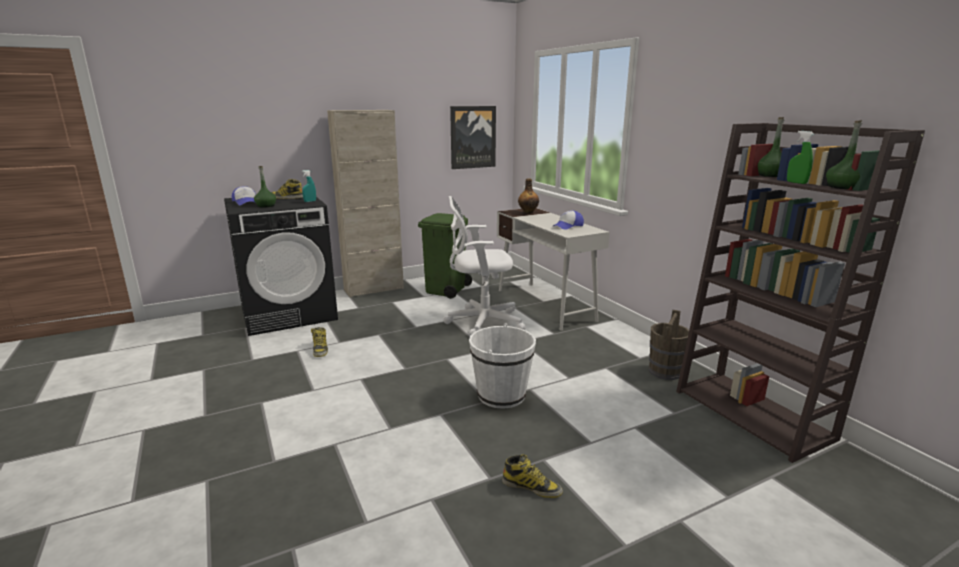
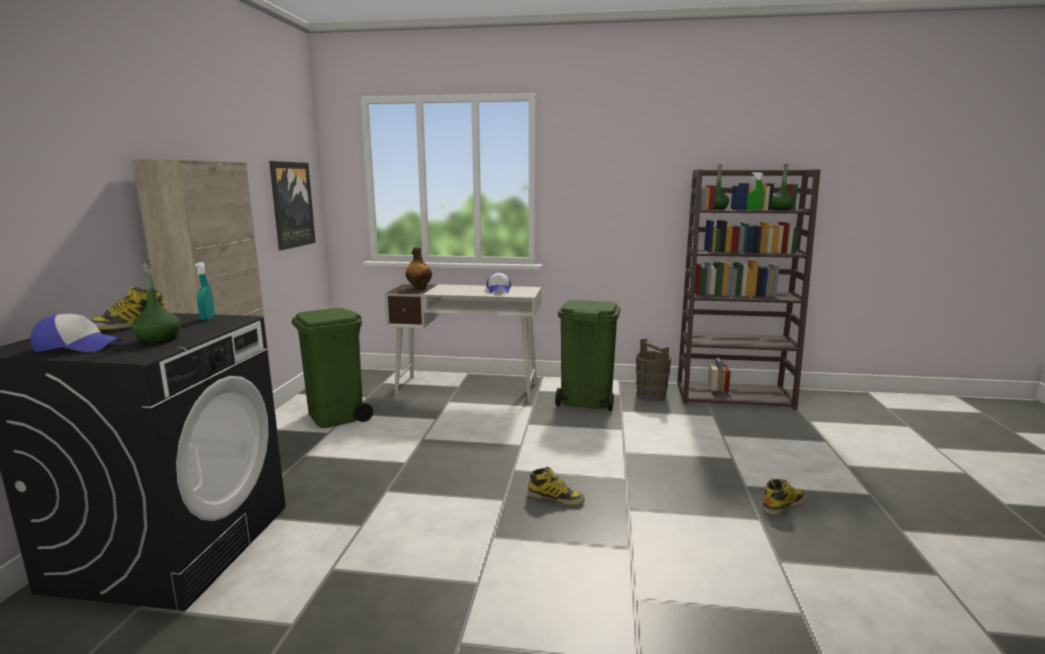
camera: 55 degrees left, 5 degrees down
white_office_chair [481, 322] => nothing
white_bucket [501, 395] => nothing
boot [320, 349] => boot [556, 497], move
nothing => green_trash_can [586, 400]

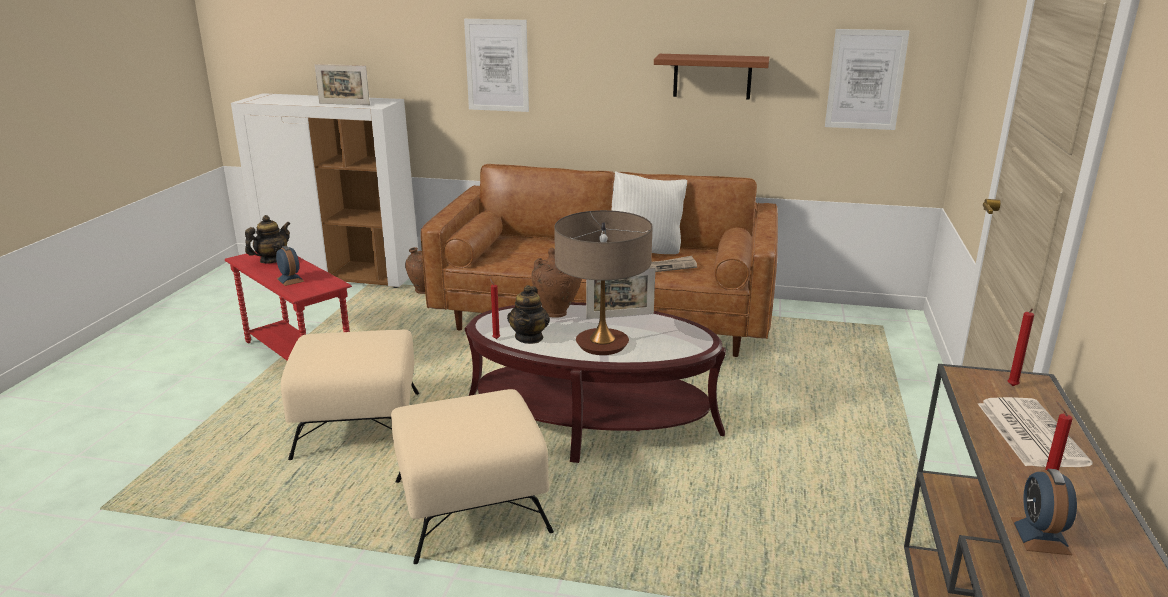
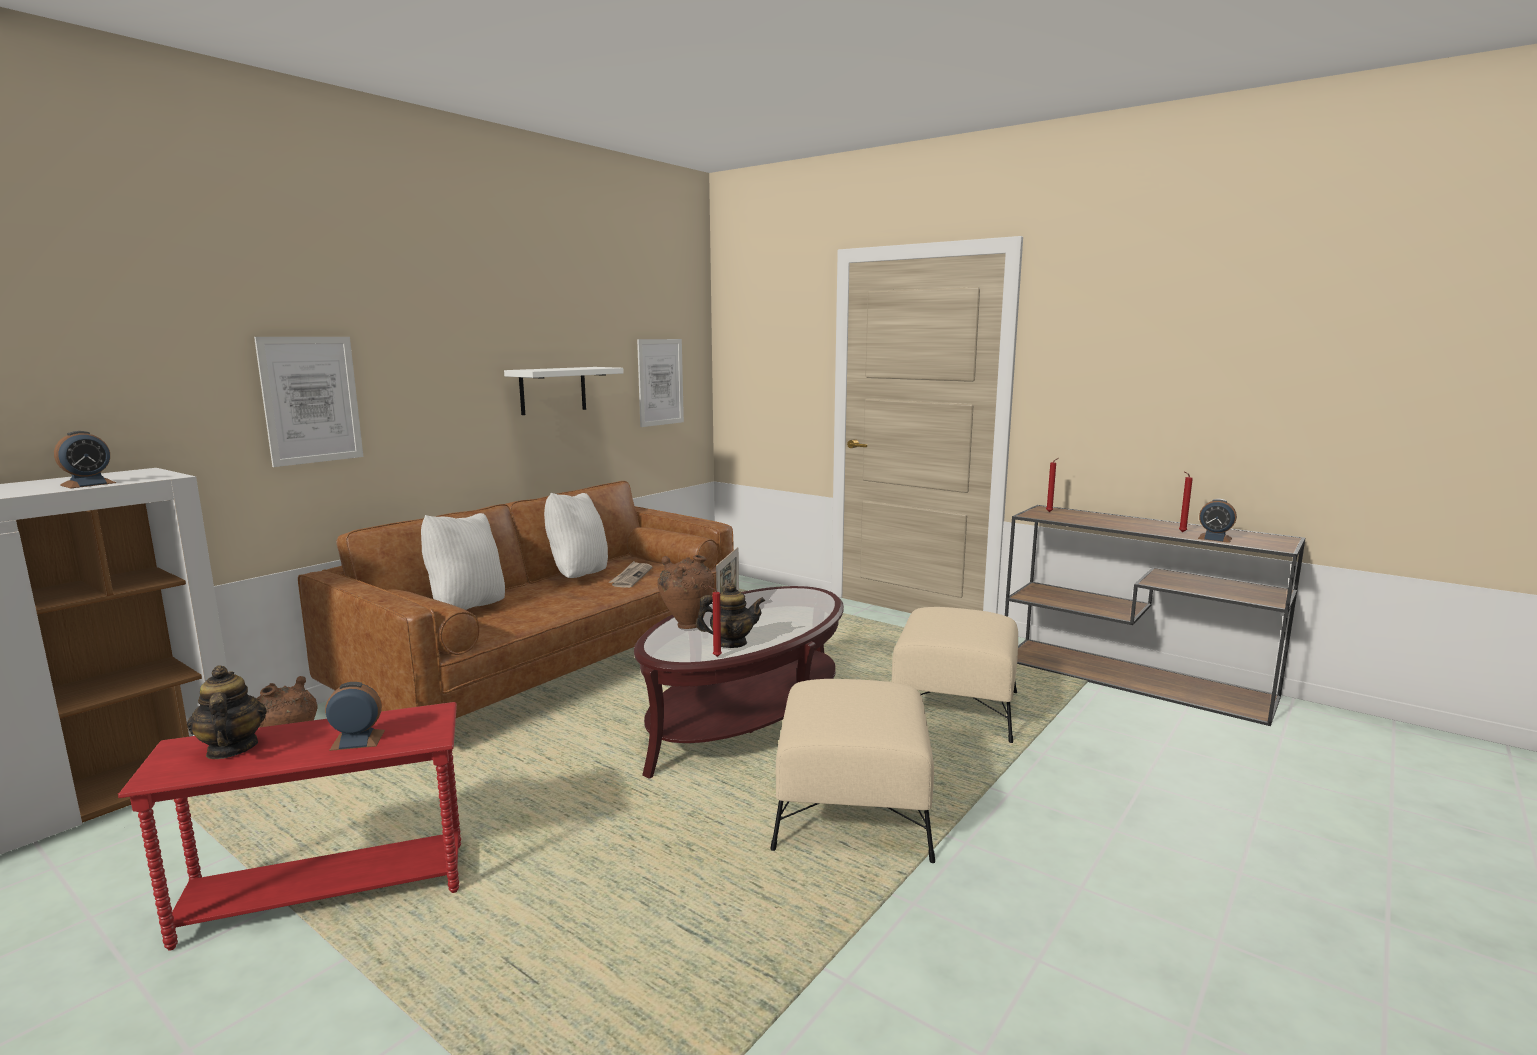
camera: 65 degrees left, 10 degrees down
brown_shelf [712, 76] => white_shelf [553, 390]
picture_frame [344, 104] => alarm_clock [88, 484]
table_lamp [602, 345] => nothing
teapot [529, 337] => teapot [731, 643], 45 degrees counterclockwise
beige_ottoman [357, 425] => beige_ottoman [953, 709], move
newspaper [1028, 432] => nothing
nothing => white_pillow [466, 608]

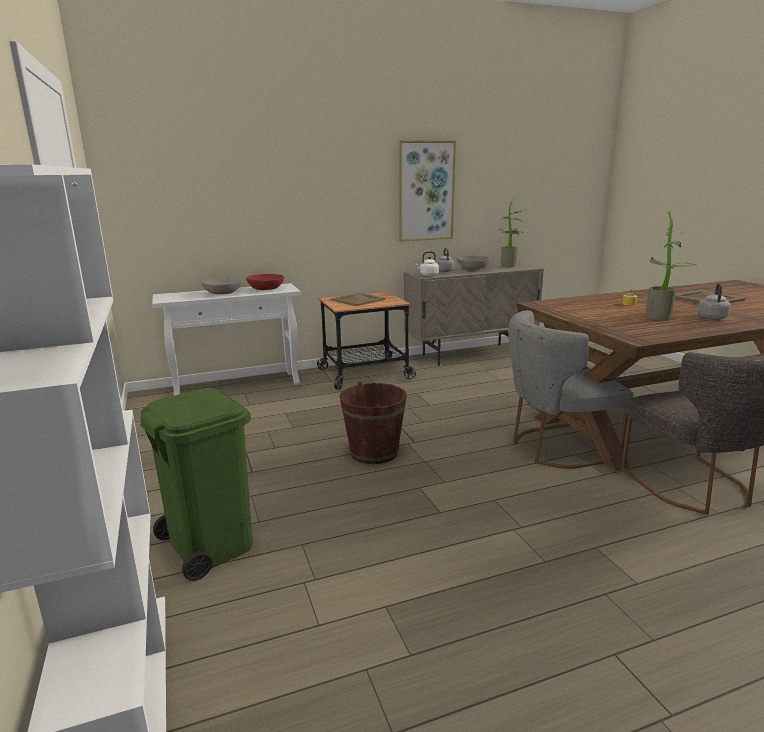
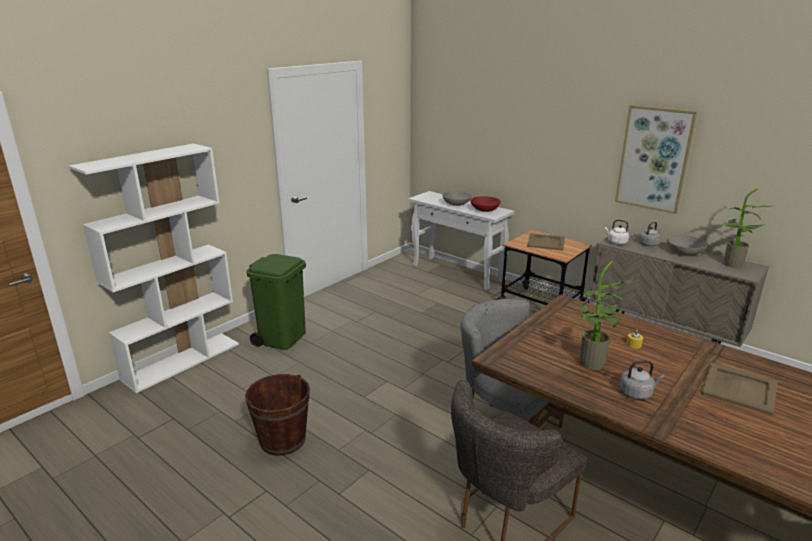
camera: 60 degrees right, 5 degrees up
brown_bucket [374, 452] => brown_bucket [283, 440], move

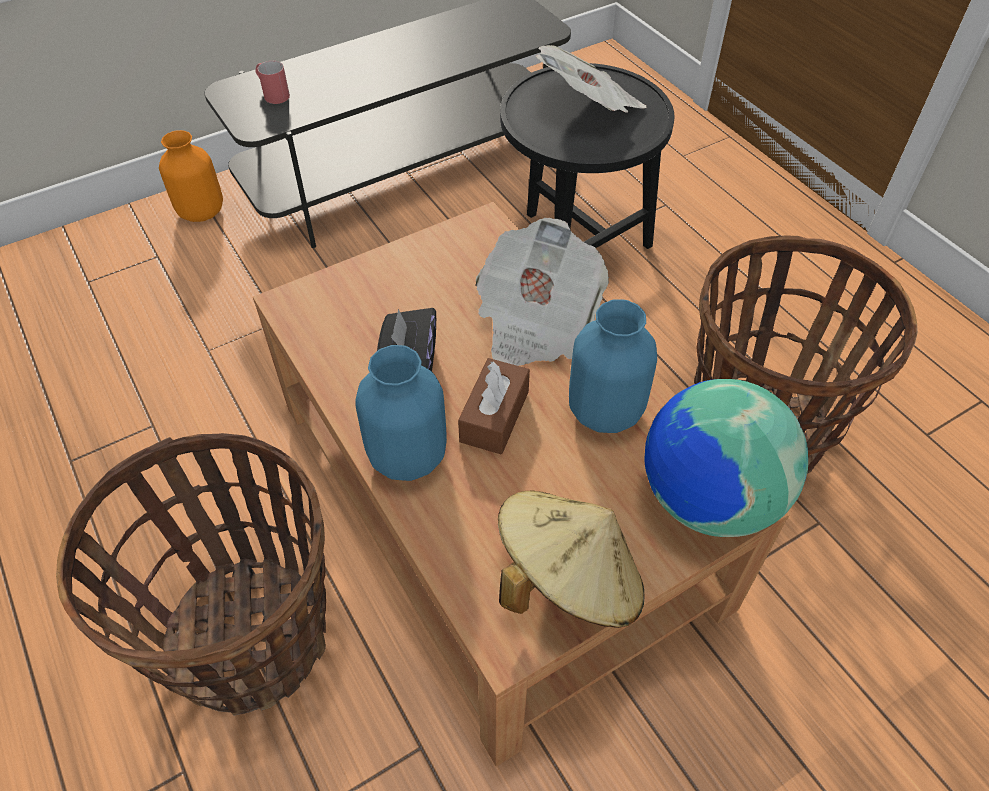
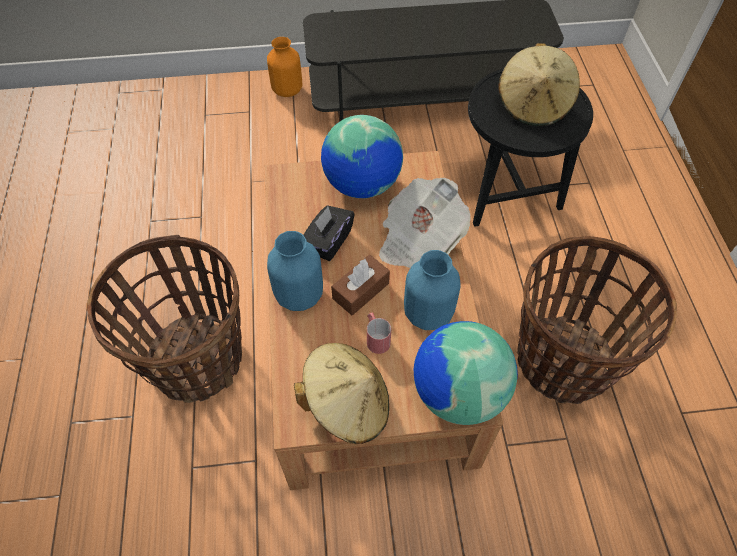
camera: 25 degrees right, 5 degrees up
newspaper [589, 107] => beige_hat [534, 105]
red_mug [273, 94] => red_mug [376, 337], move
nothing => globe [362, 185]

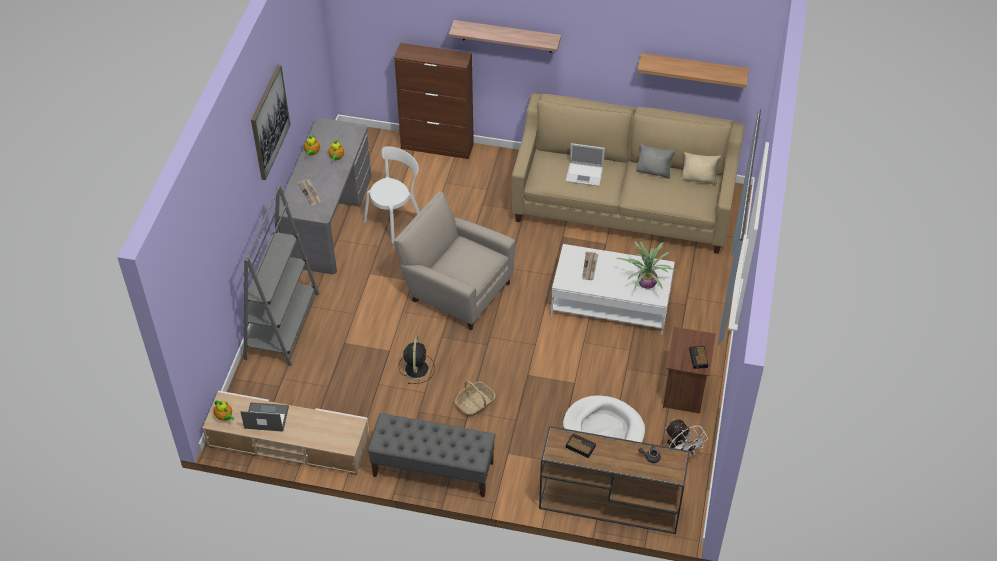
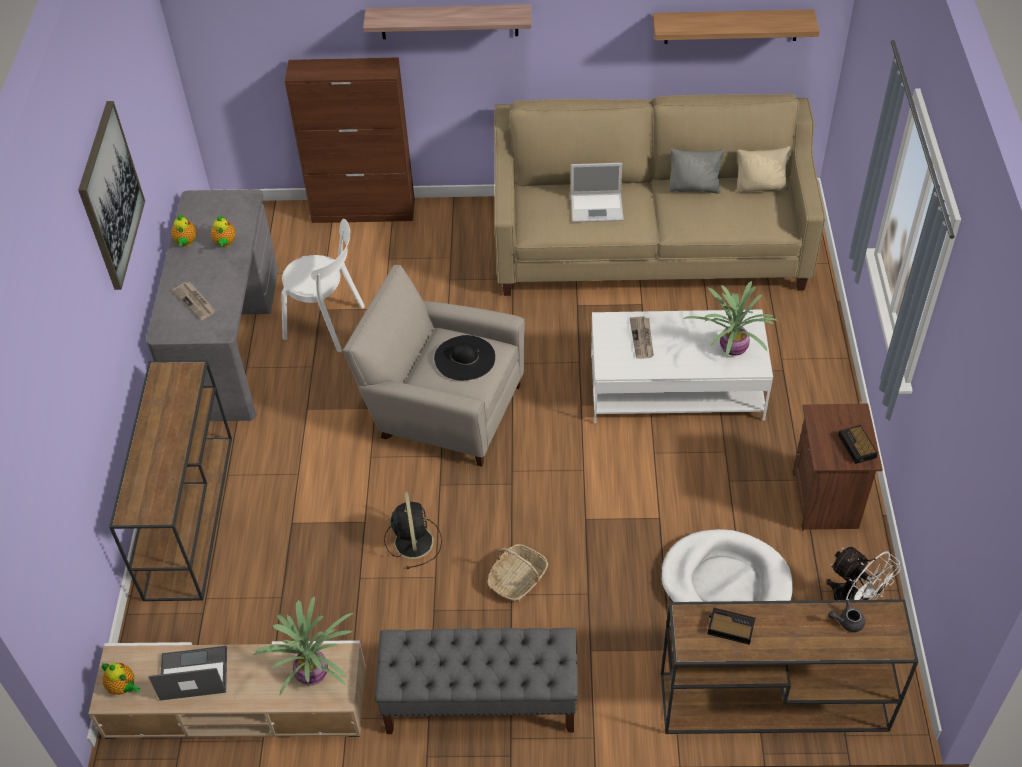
camera: 10 degrees left, 0 degrees up
white_chair [395, 219] => white_chair [328, 323], 75 degrees clockwise
grey_bookcase [282, 326] => brown_console_table [189, 514]
nothing => black_hat [464, 358]
nothing => potted_plant [314, 673]

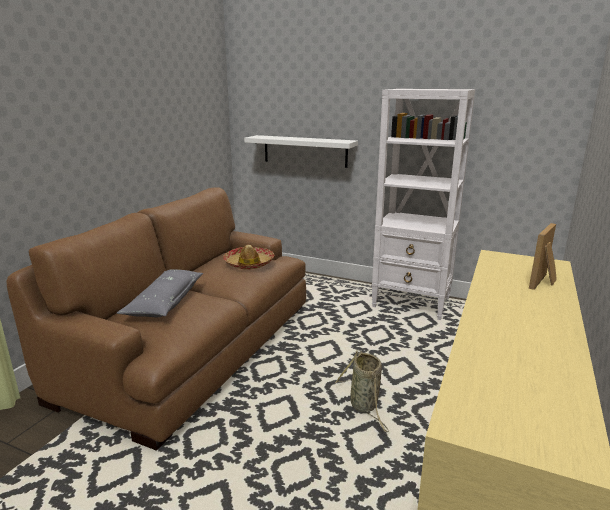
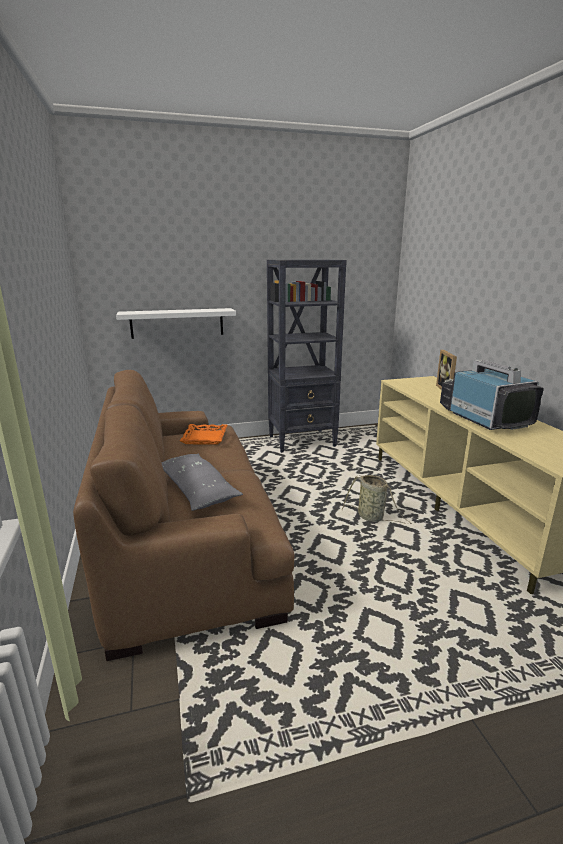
camera: 40 degrees left, 0 degrees up
white_bookcase [412, 303] => black_bookcase [302, 441]
hat [249, 263] => orange_tray [205, 437]
nothing => television [483, 419]

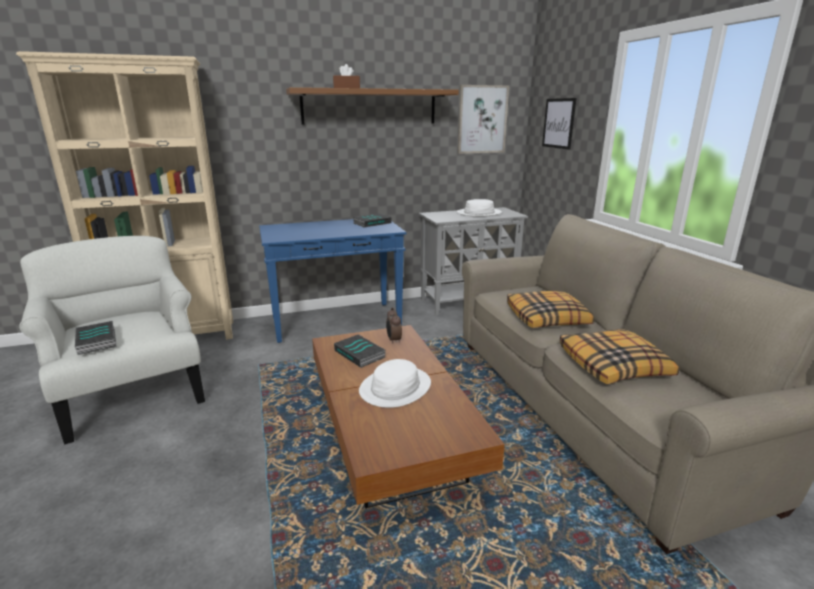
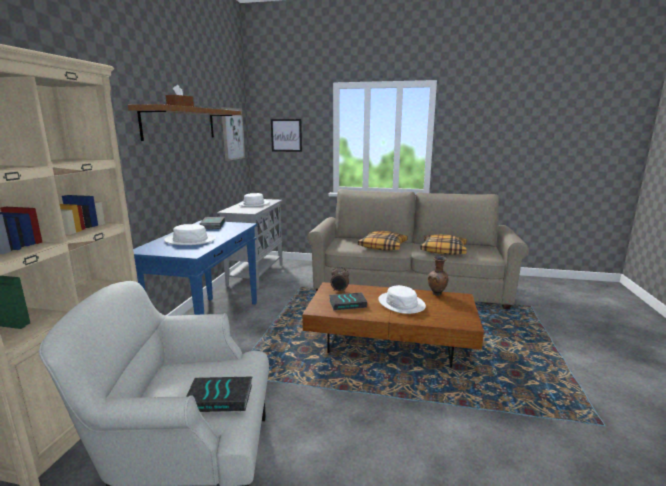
camera: 60 degrees left, 5 degrees down
nothing => white_hat [190, 240]
nothing => brown_vase [437, 294]

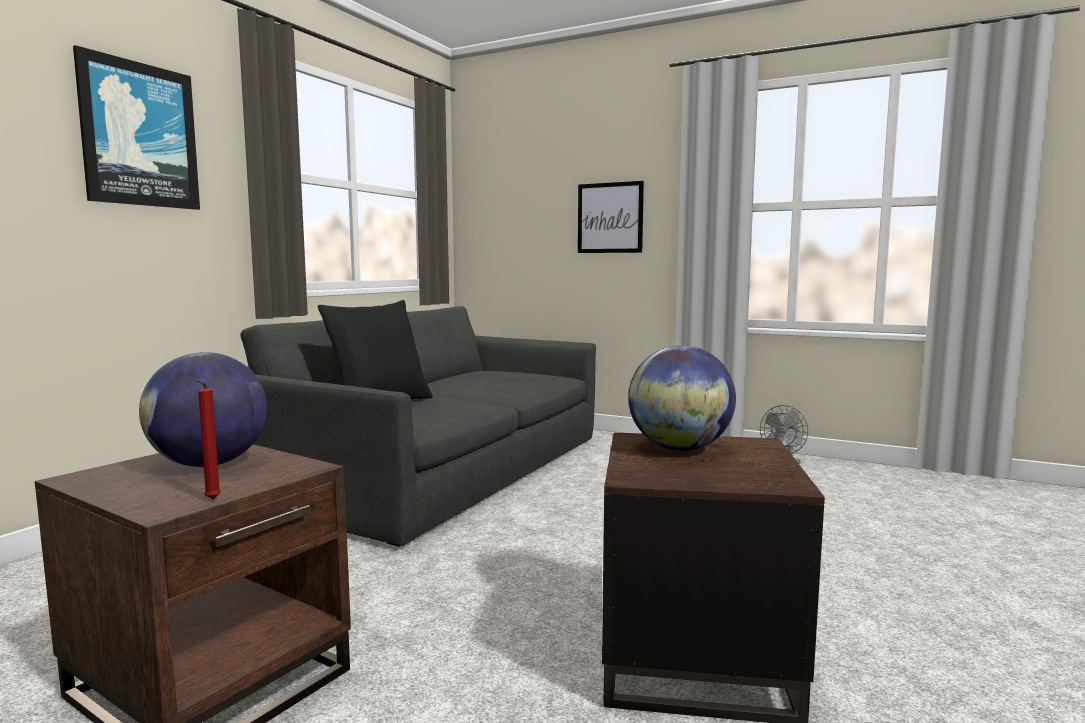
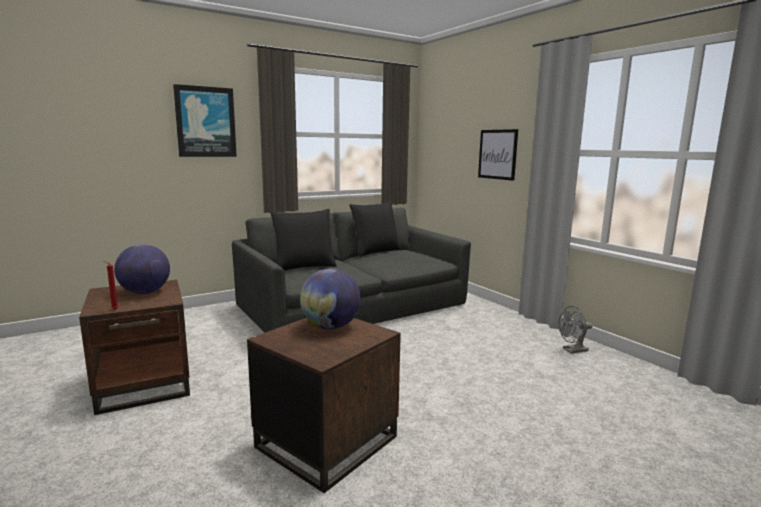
camera: 30 degrees right, 5 degrees up
nothing => black_pillow [375, 251]

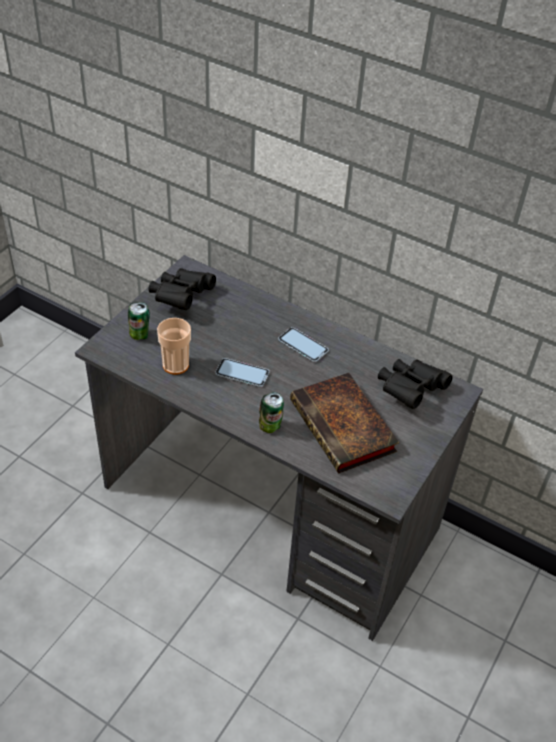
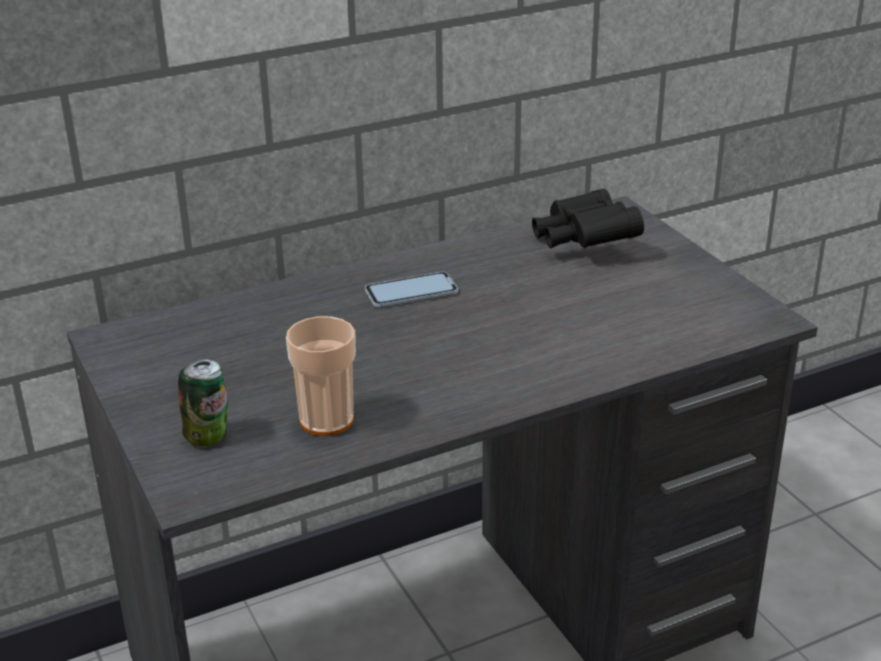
camera: 55 degrees left, 15 degrees down
black_binoculars [181, 297] => nothing
phone [242, 373] => nothing
book [344, 428] => nothing
can [270, 426] => nothing

